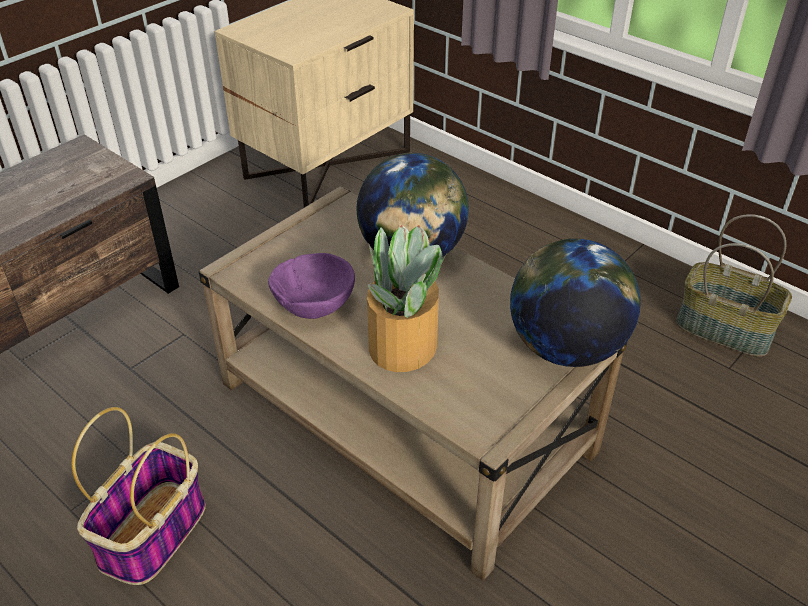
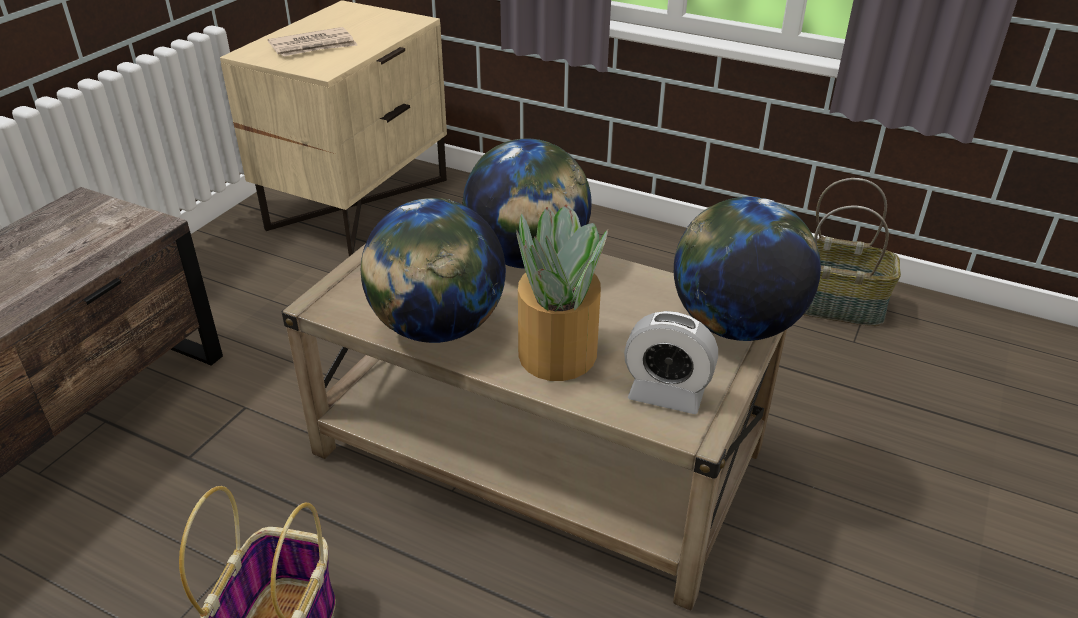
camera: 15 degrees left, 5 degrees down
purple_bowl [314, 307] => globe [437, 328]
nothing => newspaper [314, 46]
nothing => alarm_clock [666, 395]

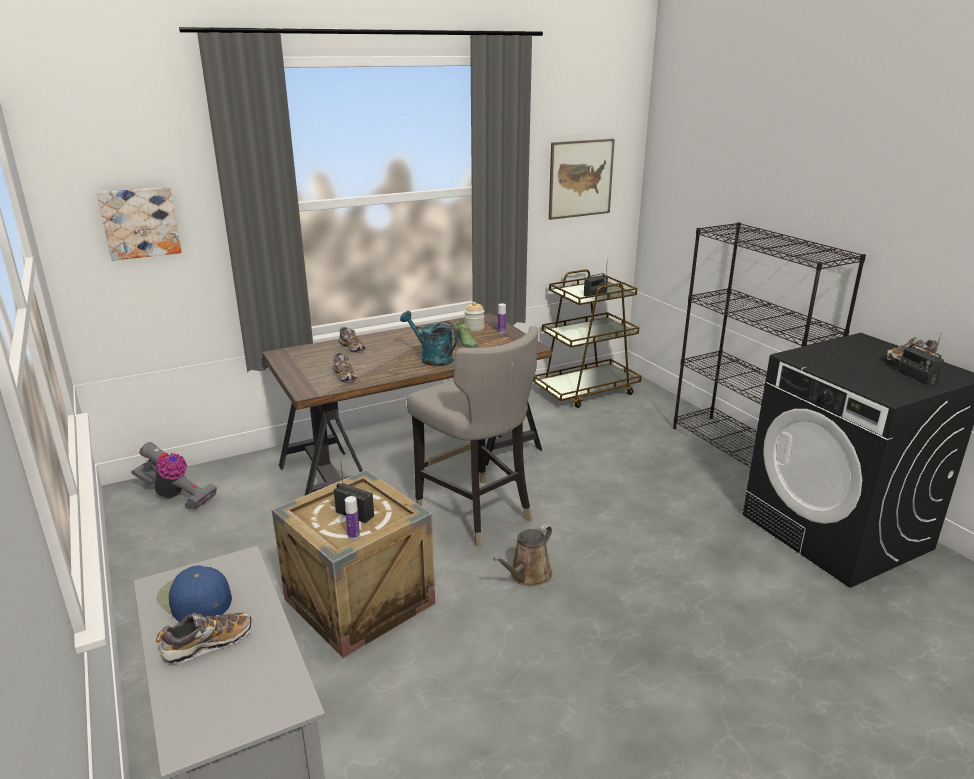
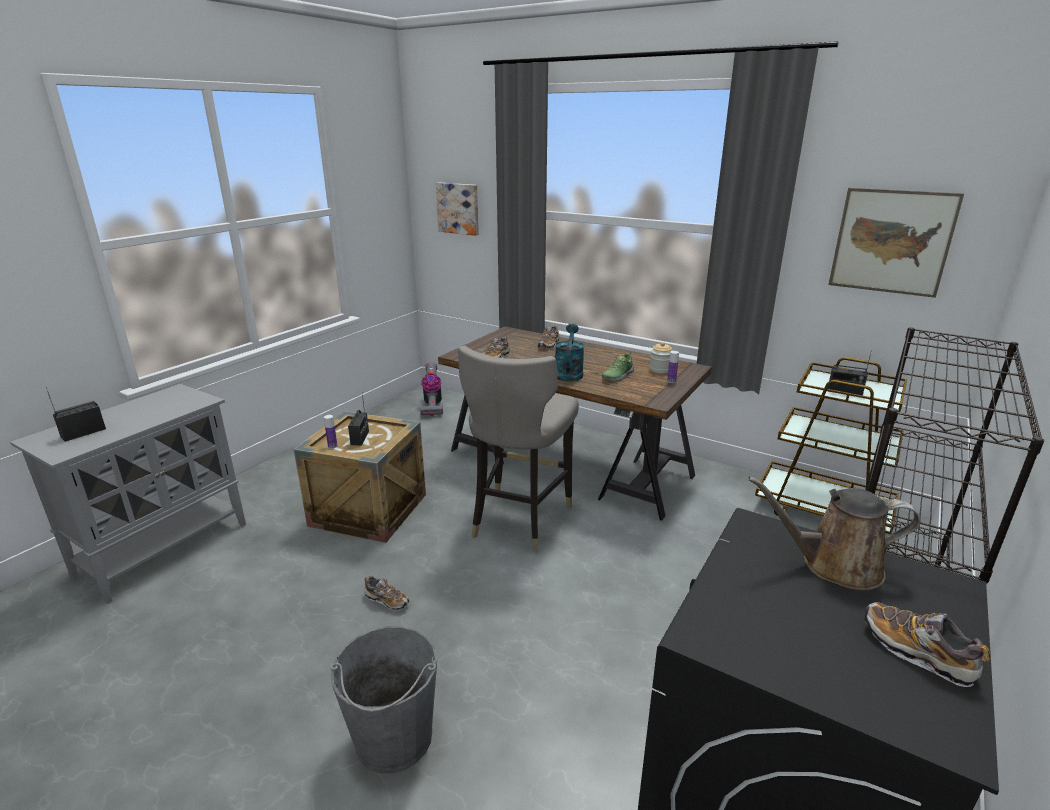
camera: 60 degrees right, 0 degrees up
radio [917, 377] => radio [83, 433], move
brown_watering_can [528, 575] => brown_watering_can [833, 565], move
blue_cap [194, 599] => nothing
shoe [208, 644] => shoe [387, 600], move
nothing => grey_bucket [393, 738]

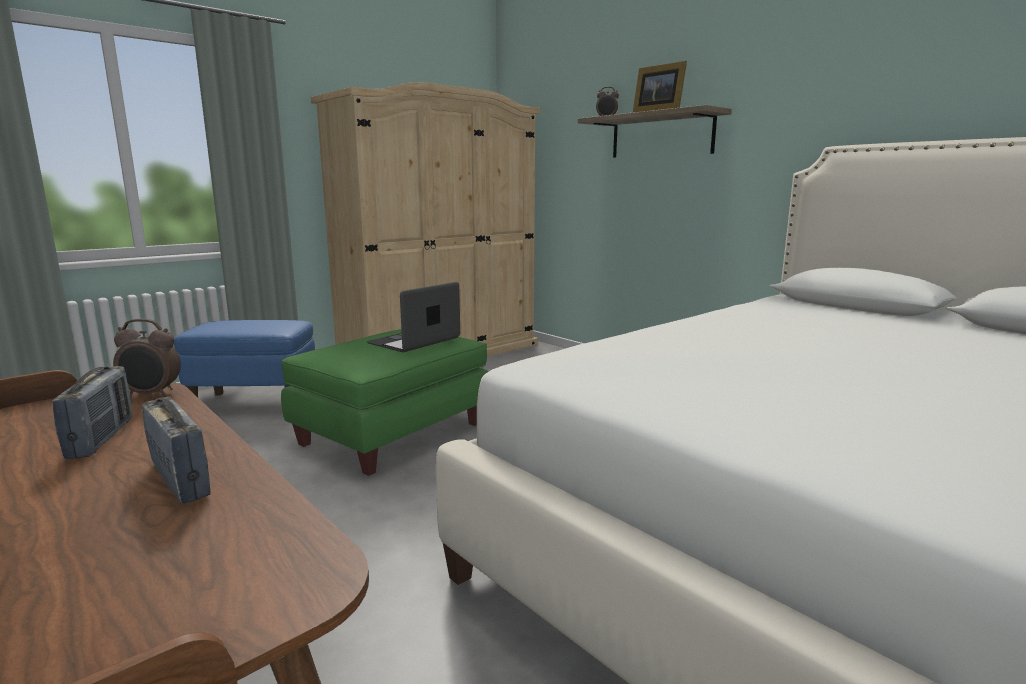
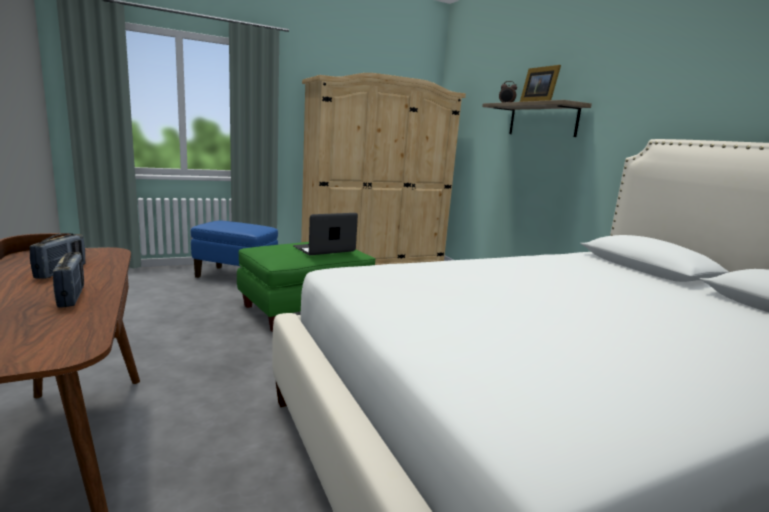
camera: 15 degrees right, 0 degrees up
alarm_clock [152, 394] => nothing

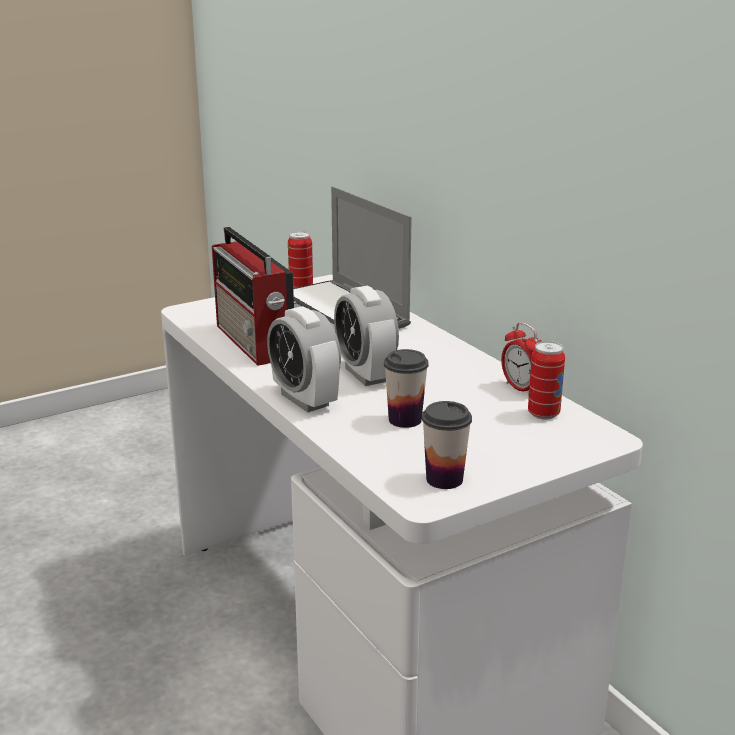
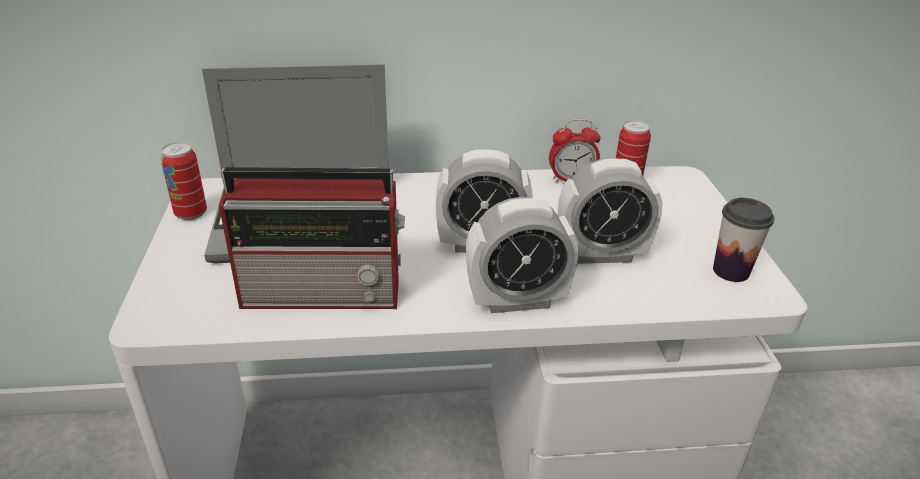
camera: 65 degrees left, 10 degrees up
cup [405, 420] => alarm_clock [601, 254]

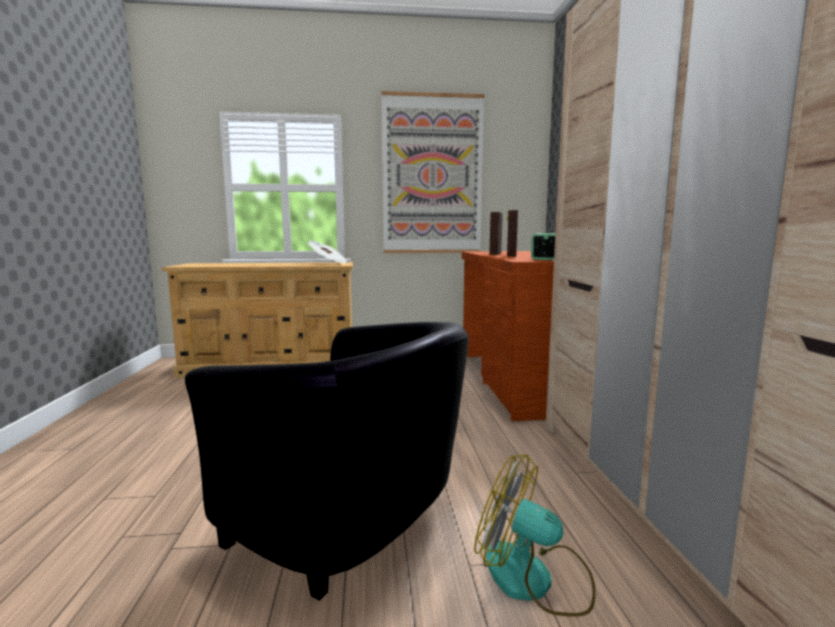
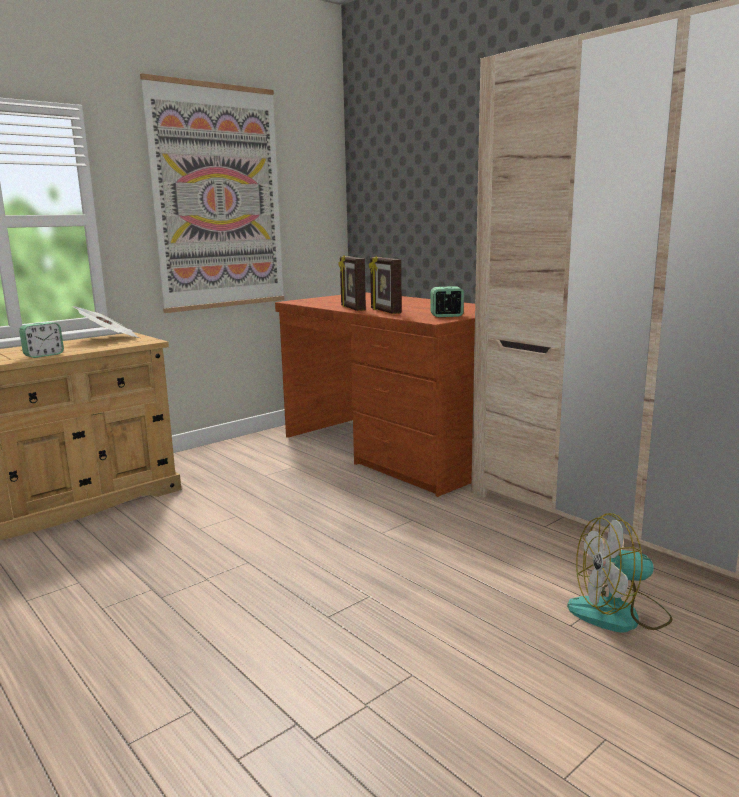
camera: 35 degrees left, 5 degrees up
black_armchair [352, 525] => nothing
nothing => alarm_clock [44, 355]

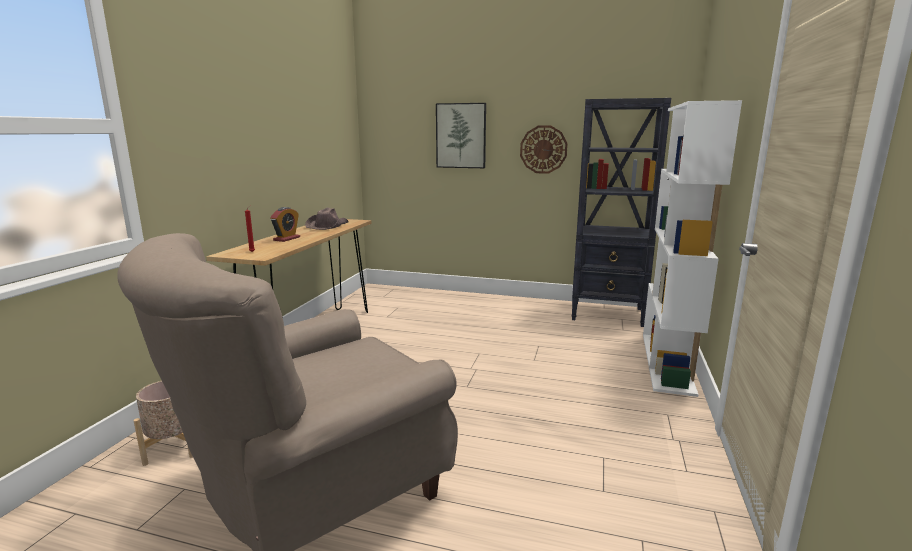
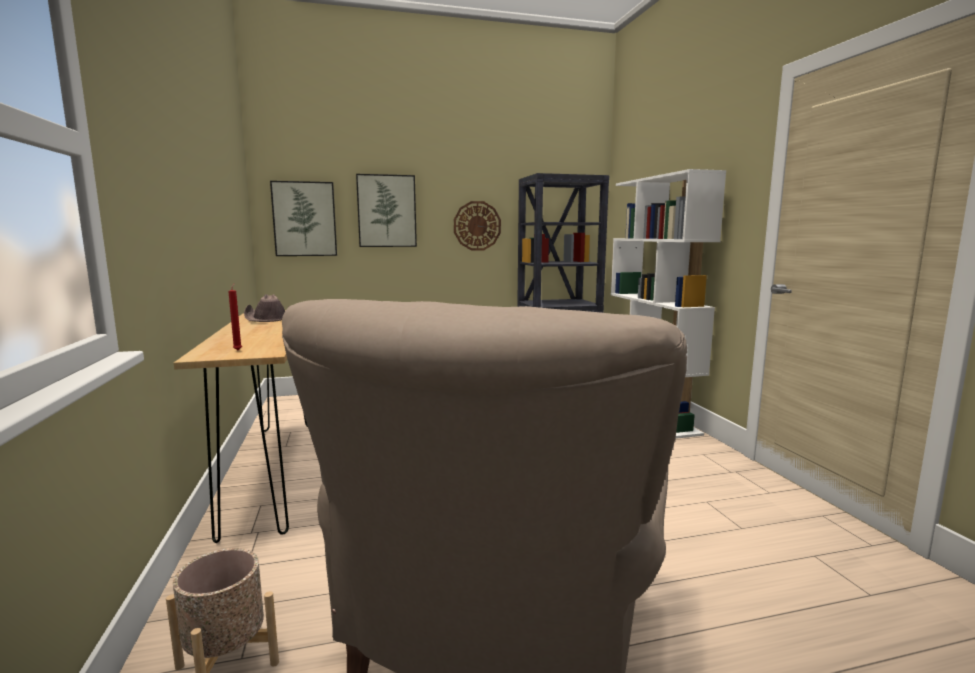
camera: 30 degrees left, 5 degrees down
alarm_clock [287, 239] => nothing
nothing => picture [304, 219]

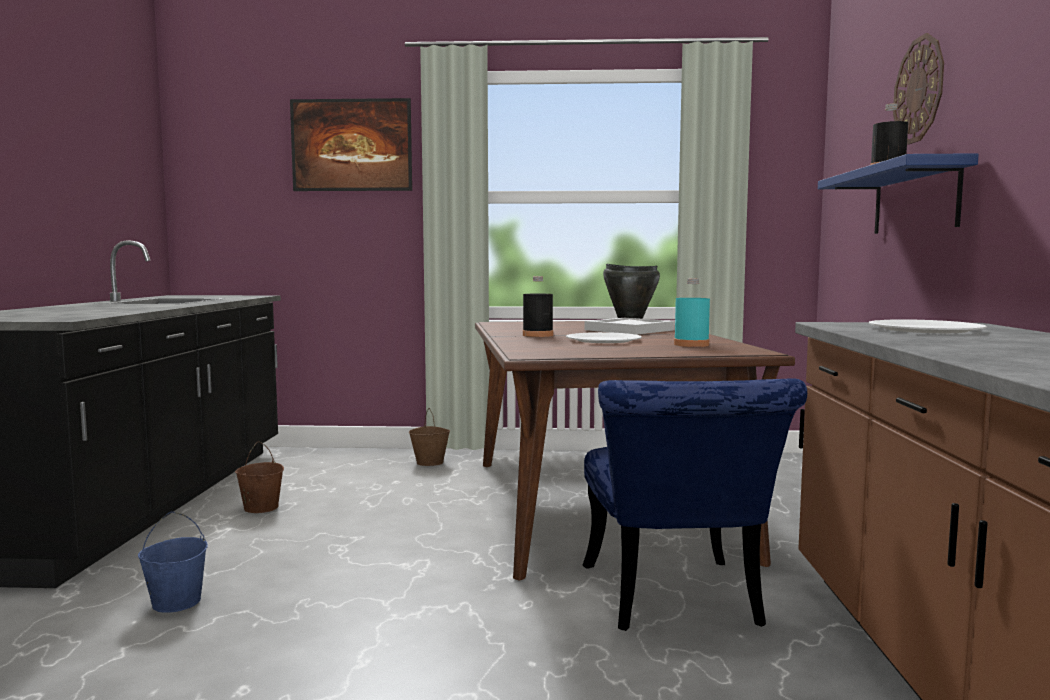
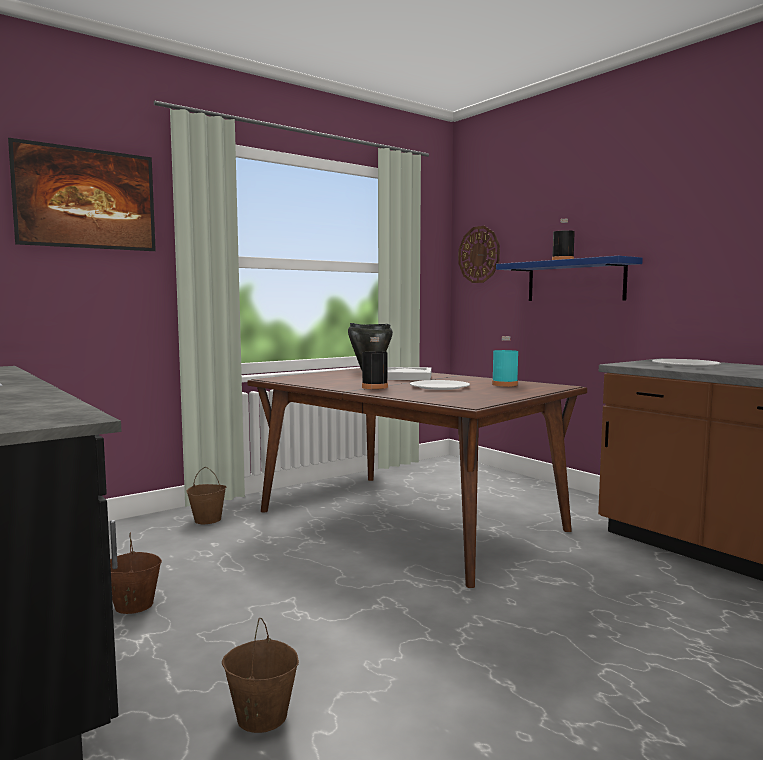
camera: 40 degrees left, 0 degrees up
wall_clock [919, 90] => wall_clock [479, 254], move
blue_chair [675, 603] => nothing
blue_bucket [176, 602] => brown_bucket [261, 717]

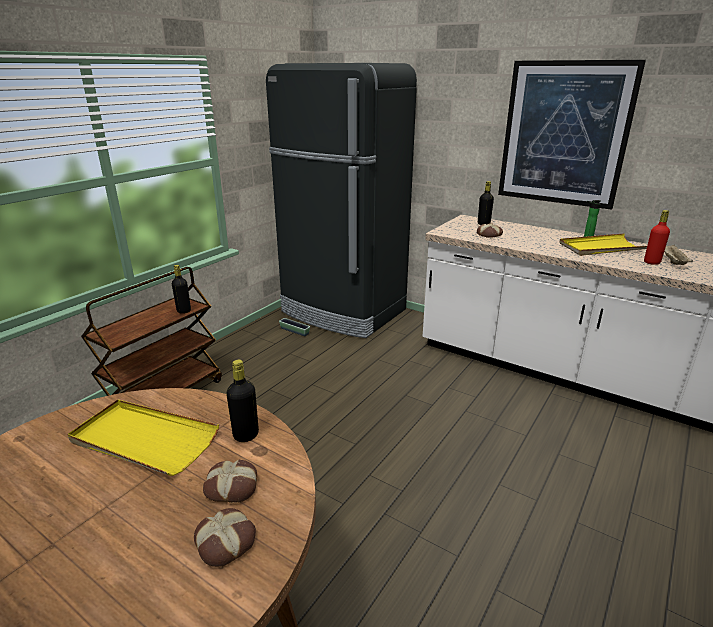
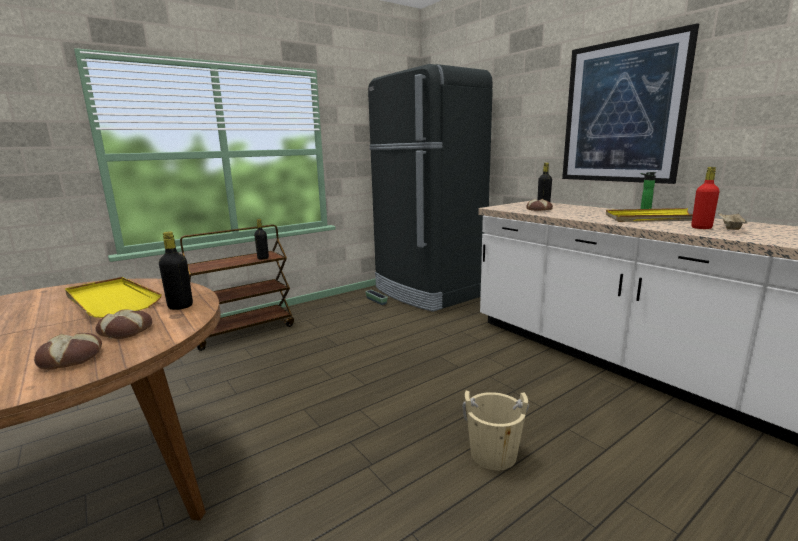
camera: 20 degrees right, 10 degrees down
nothing => beige_bucket [493, 454]

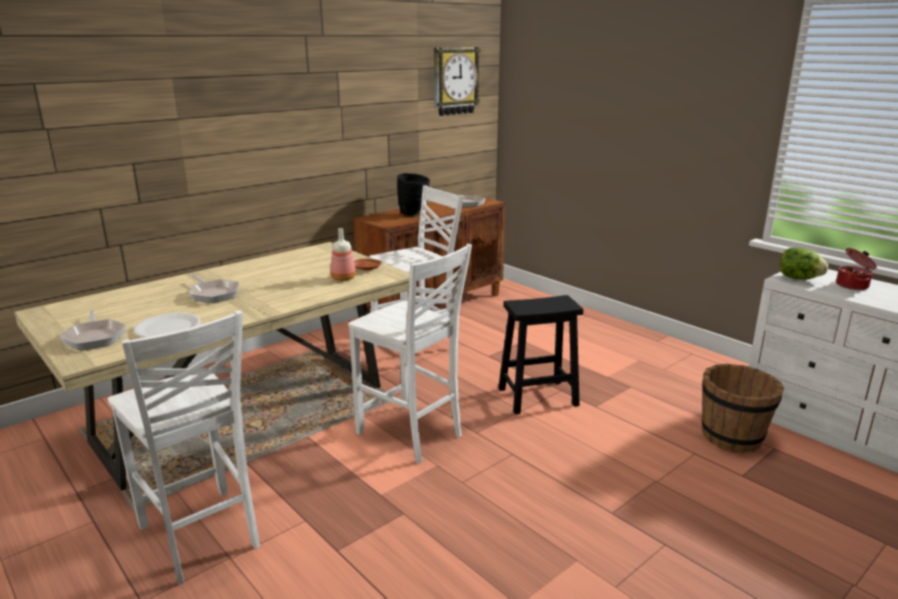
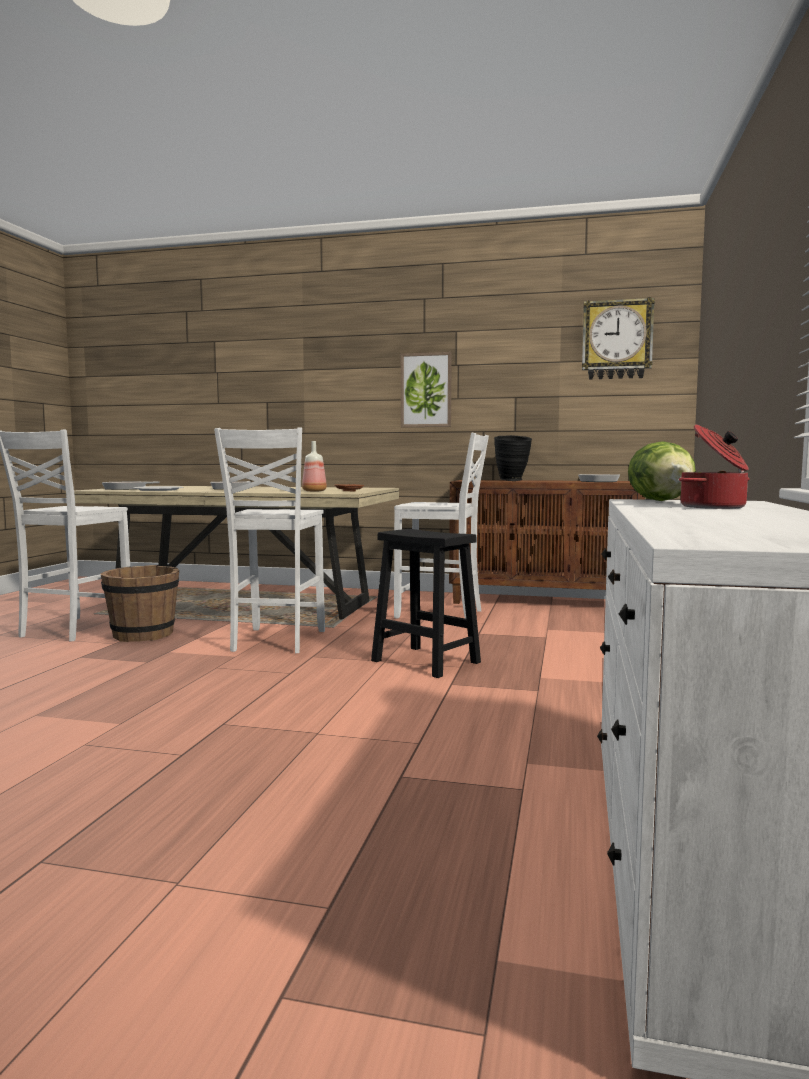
camera: 55 degrees right, 15 degrees down
brown_bucket [732, 437] => brown_bucket [143, 635], move
nothing => picture [426, 390]

